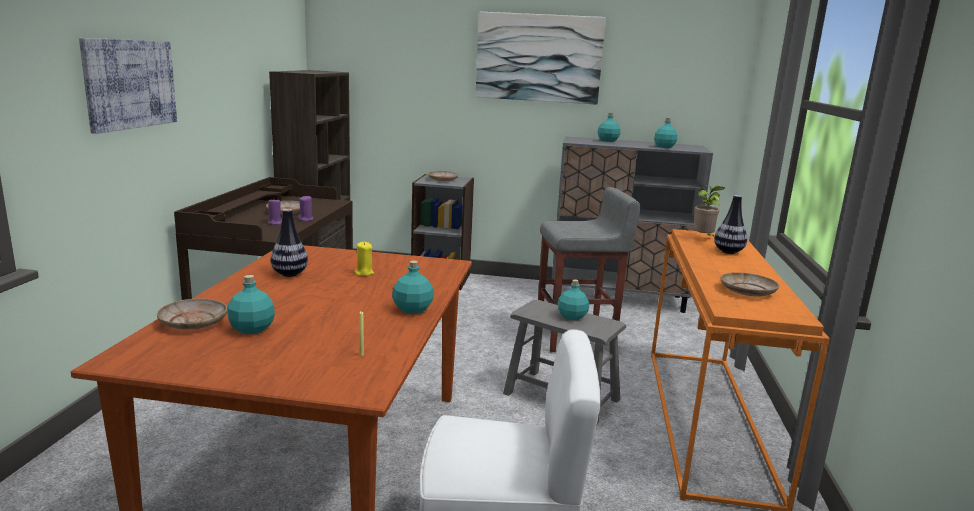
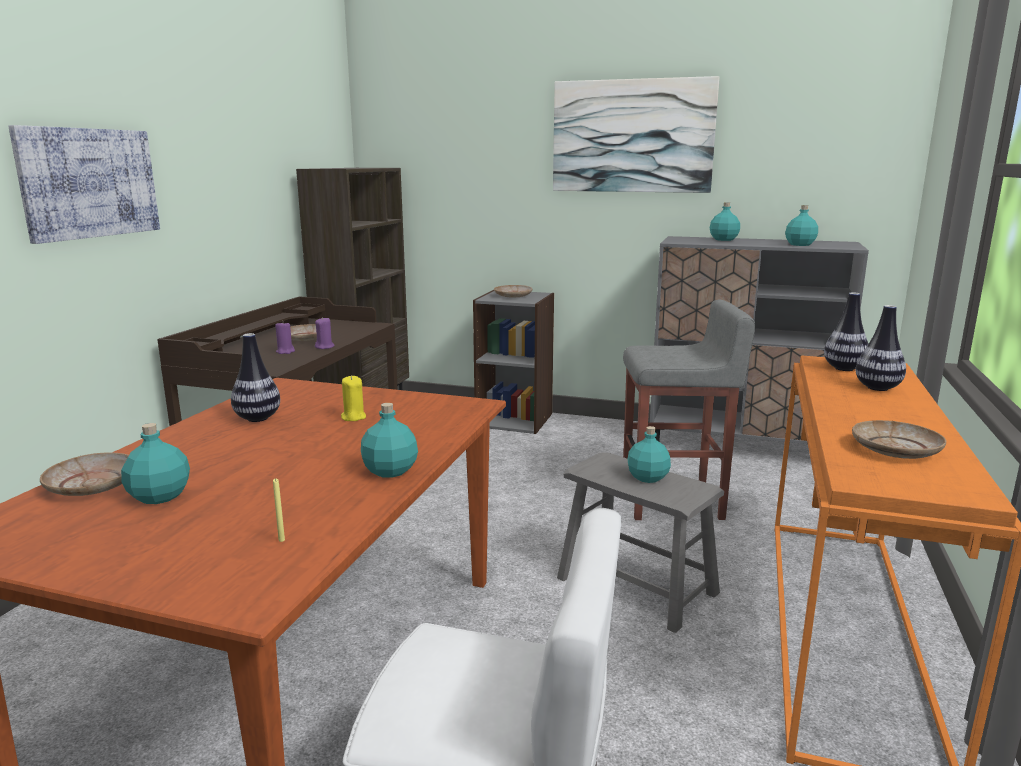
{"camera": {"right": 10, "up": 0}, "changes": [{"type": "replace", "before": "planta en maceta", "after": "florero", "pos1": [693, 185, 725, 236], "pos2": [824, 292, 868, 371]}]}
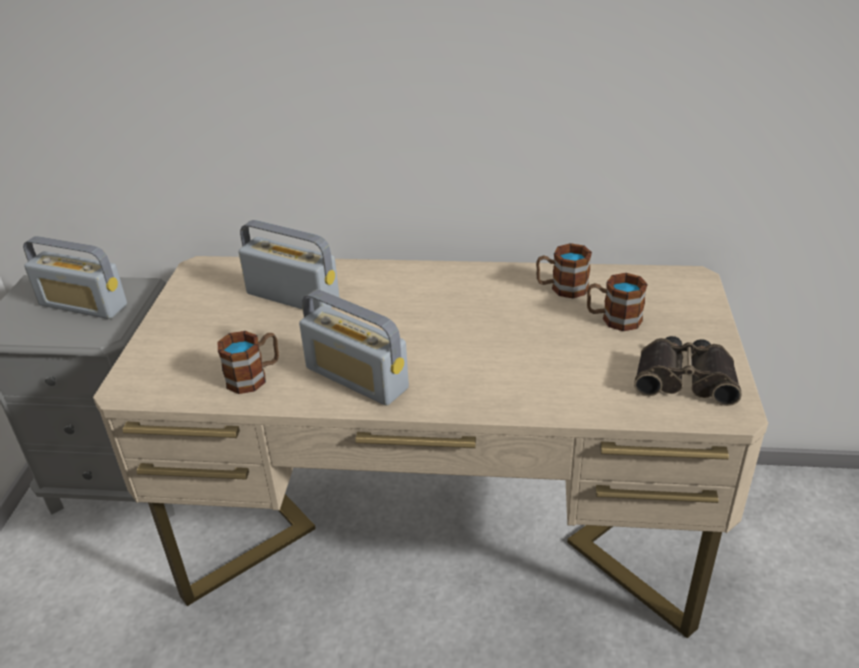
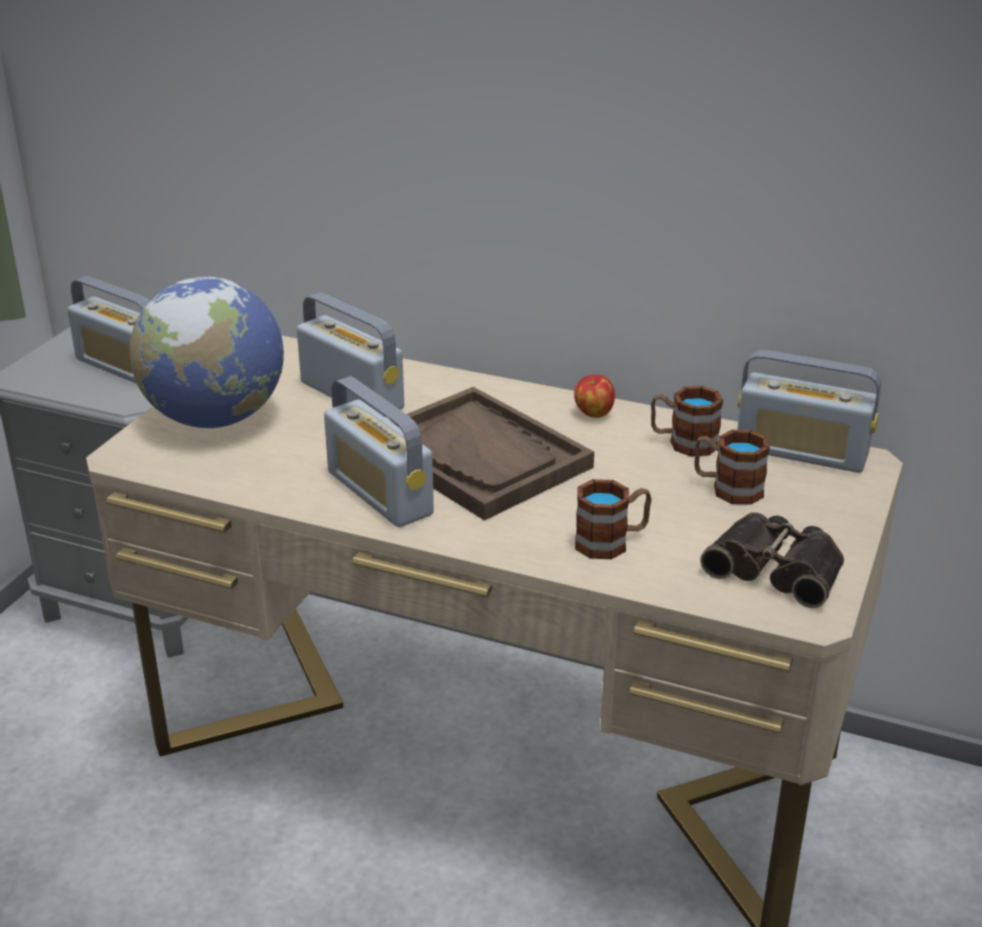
{"camera": {"right": 15, "up": -5}, "changes": [{"type": "move", "before": "taza grande", "pos1": [218, 331, 279, 394], "pos2": [575, 479, 652, 559]}, {"type": "insert", "after": "globo terráqueo", "pos2": [130, 277, 284, 428]}, {"type": "insert", "after": "radio", "pos2": [737, 350, 881, 473]}, {"type": "insert", "after": "manzana", "pos2": [574, 375, 615, 418]}, {"type": "insert", "after": "bandeja [marrón]", "pos2": [391, 387, 594, 520]}]}
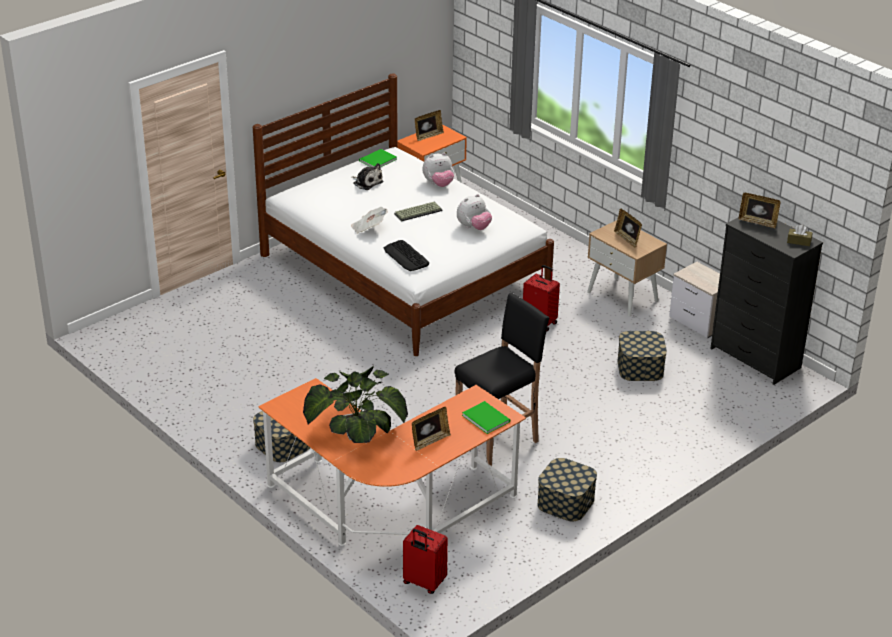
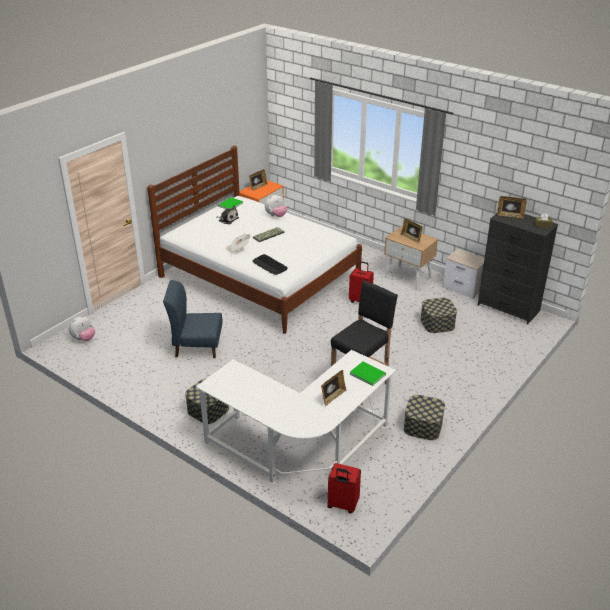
{"camera": {"right": -10, "up": 0}, "changes": [{"type": "move", "before": "peluche", "pos1": [457, 194, 492, 230], "pos2": [69, 315, 95, 341]}, {"type": "delete", "before": "planta en maceta", "pos1": [303, 366, 408, 443]}, {"type": "recolor", "before": "escritorio [naranja]", "after": "escritorio [blanco]", "pos1": [258, 378, 526, 546], "pos2": [196, 350, 396, 484]}, {"type": "insert", "after": "silla [azul]", "pos2": [163, 280, 223, 358]}]}
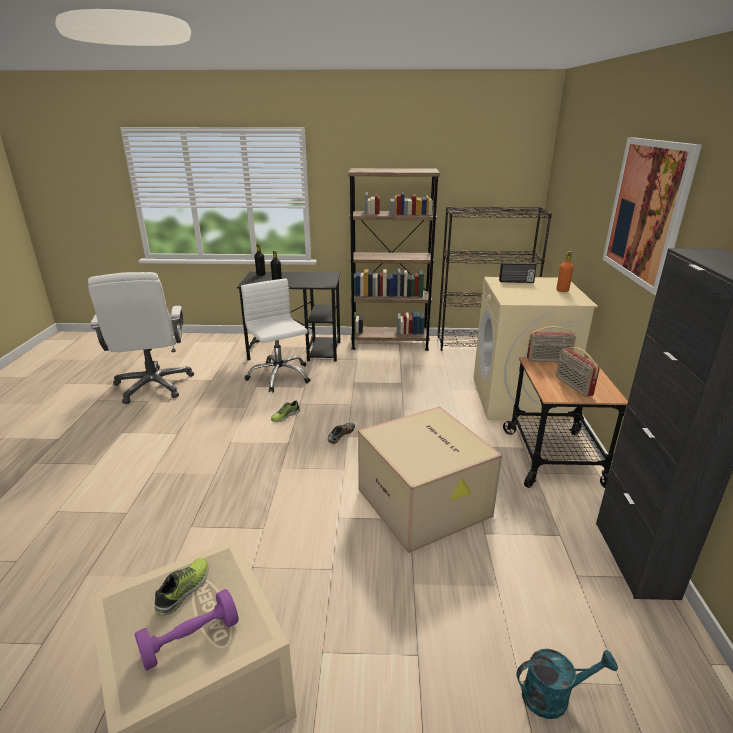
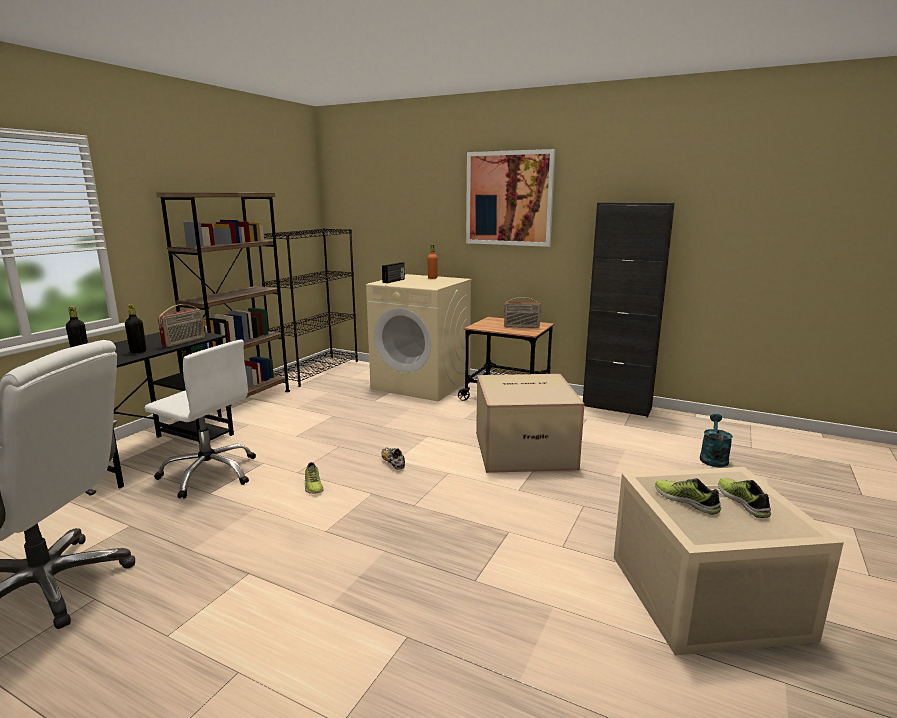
{"camera": {"right": -65, "up": -10}, "changes": [{"type": "rotate", "before": "silla de oficina [blanco]", "pos1": [241, 278, 311, 392], "pos2": [145, 340, 256, 499], "turn": -150}, {"type": "move", "before": "radio", "pos1": [527, 326, 576, 362], "pos2": [158, 304, 205, 347]}, {"type": "replace", "before": "mancuerna [morado]", "after": "zapato", "pos1": [134, 589, 239, 670], "pos2": [718, 478, 771, 518]}]}
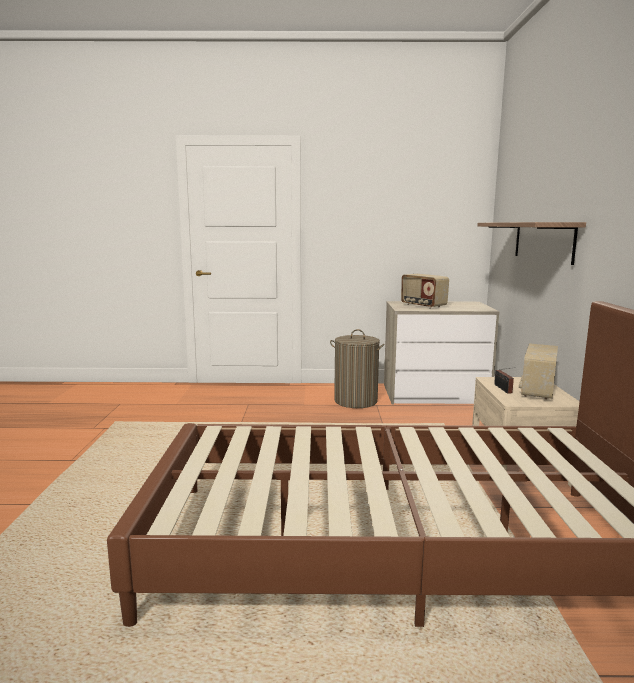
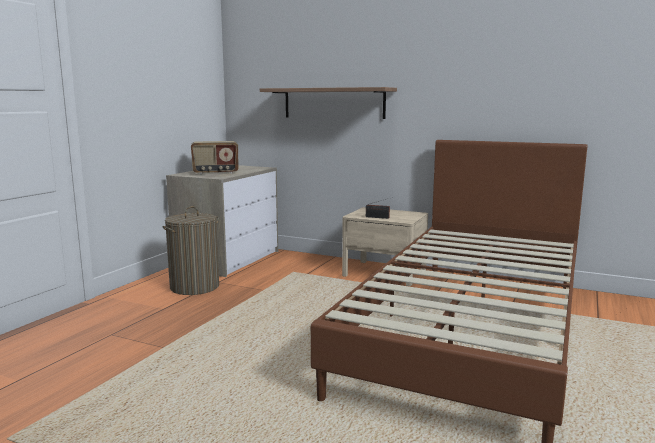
{"camera": {"right": -65, "up": 0}, "changes": [{"type": "delete", "before": "radio", "pos1": [519, 343, 558, 400]}]}
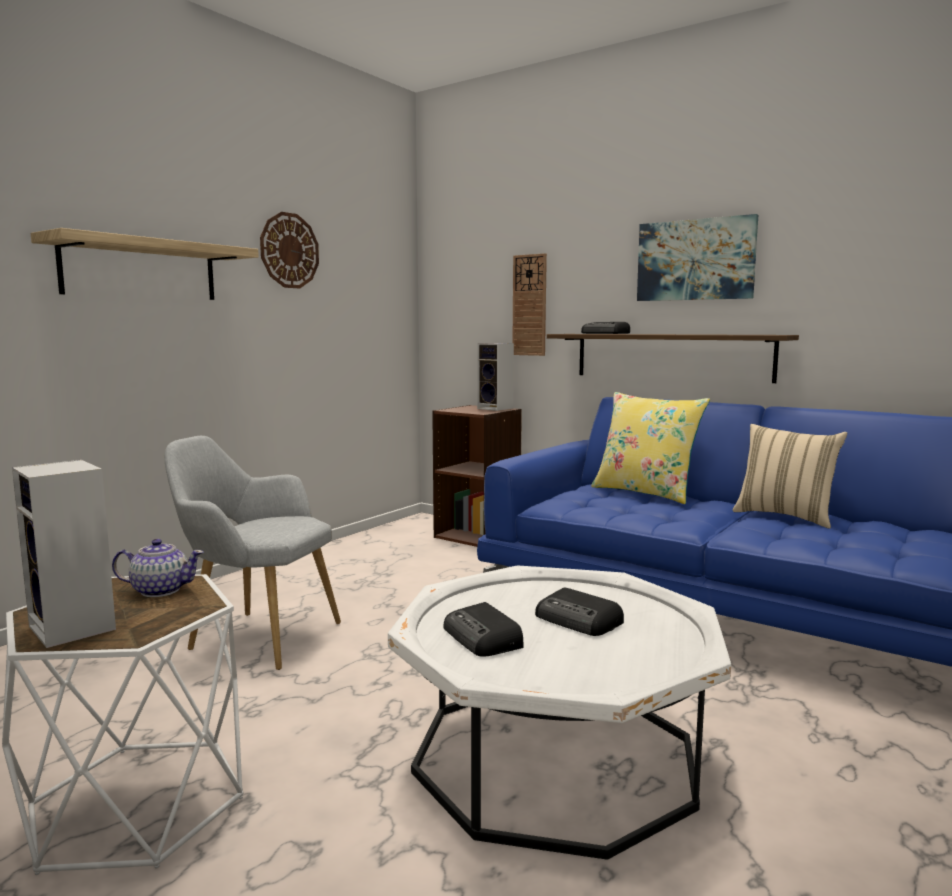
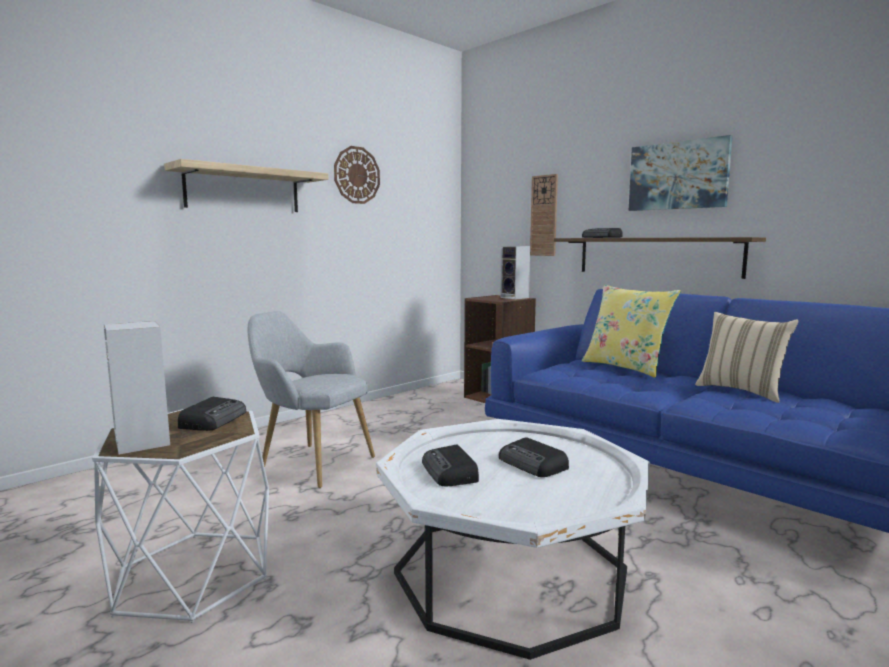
{"camera": {"right": 10, "up": 0}, "changes": [{"type": "replace", "before": "tetera", "after": "radio", "pos1": [112, 539, 204, 597], "pos2": [178, 397, 246, 431]}]}
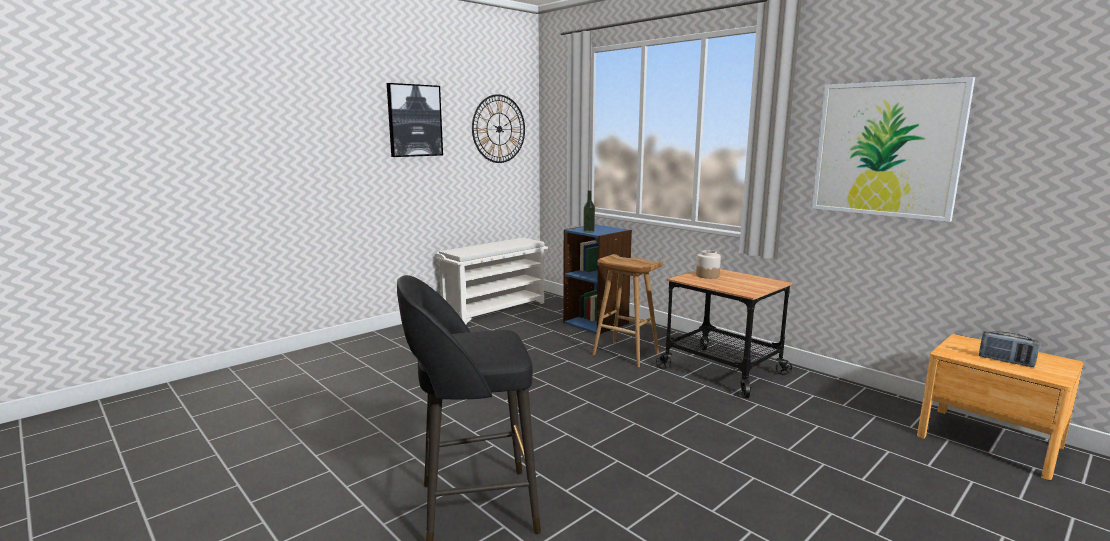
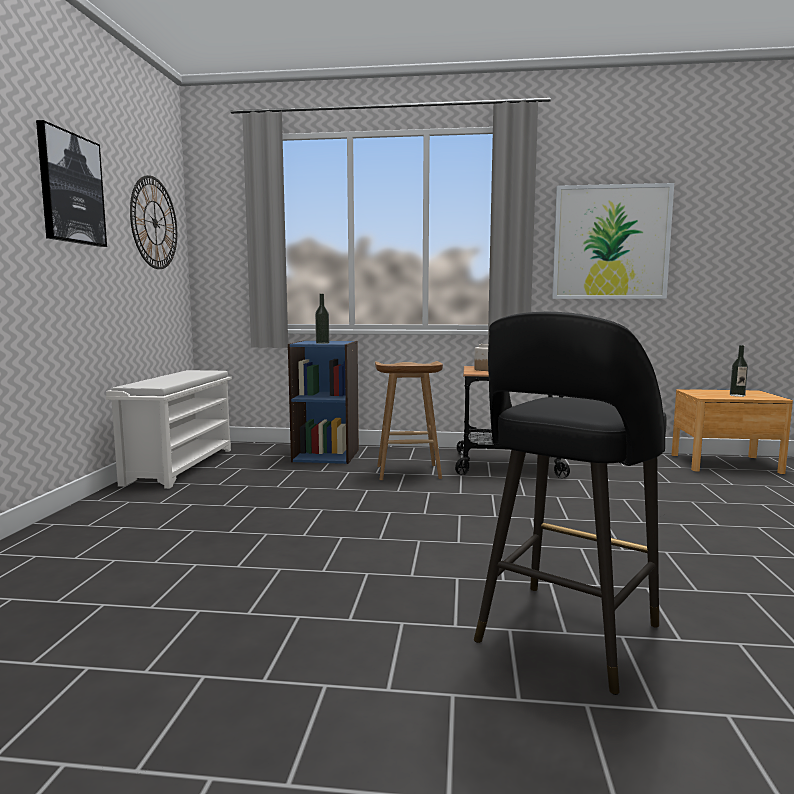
{"camera": {"right": -40, "up": -5}, "changes": [{"type": "replace", "before": "radio", "after": "botella", "pos1": [979, 331, 1040, 367], "pos2": [730, 345, 748, 397]}]}
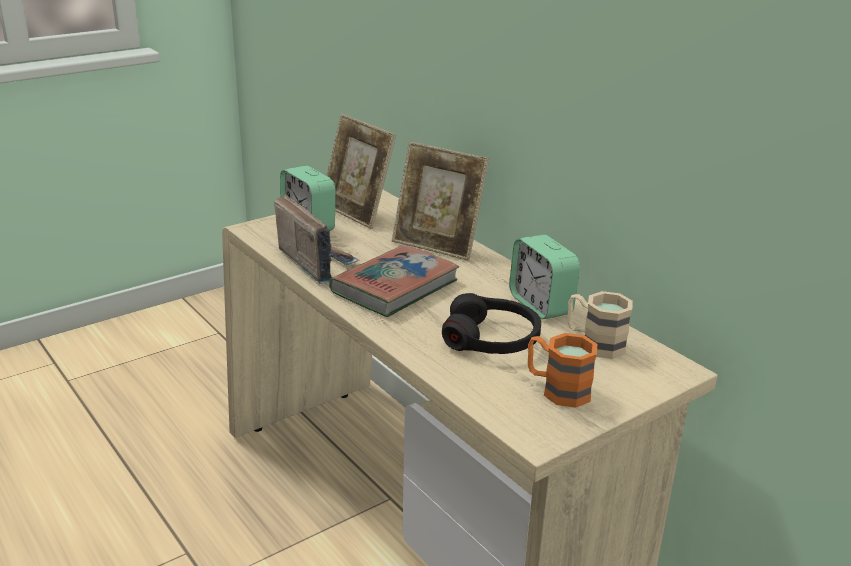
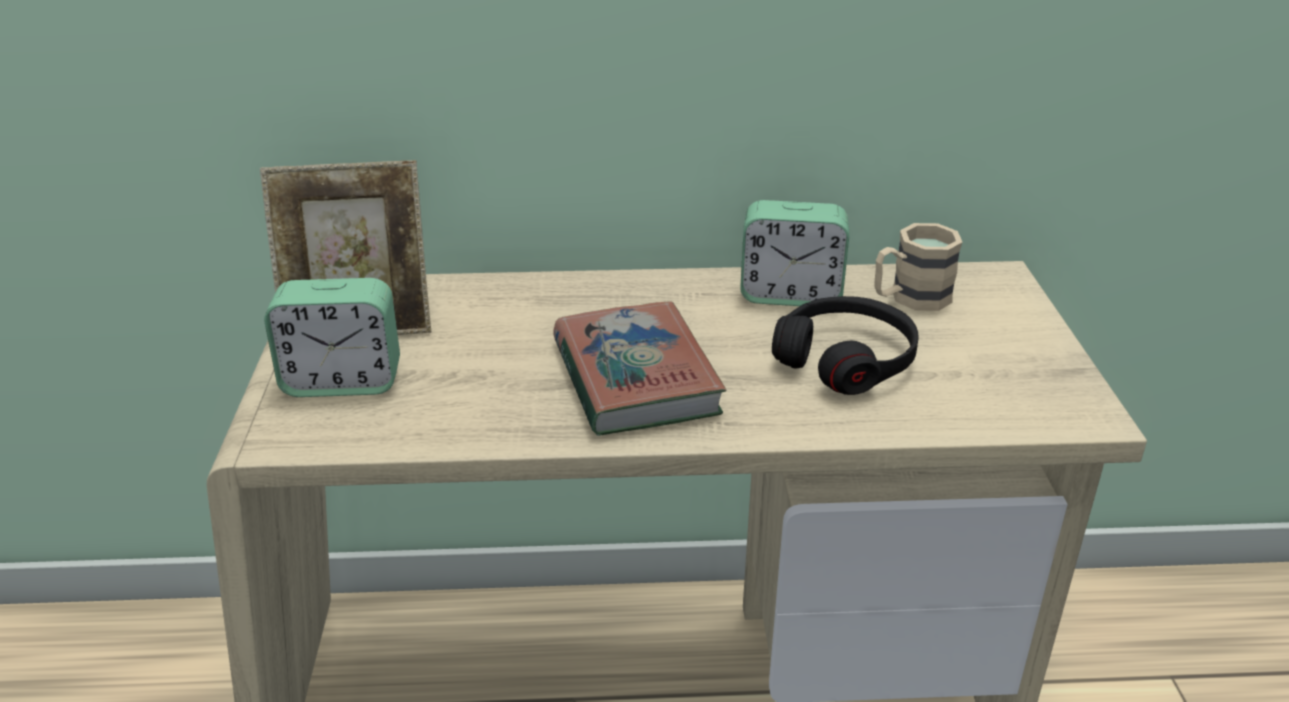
{"camera": {"right": -55, "up": 5}, "changes": [{"type": "delete", "before": "portarretratos", "pos1": [392, 141, 489, 261]}, {"type": "delete", "before": "radio", "pos1": [274, 195, 359, 284]}, {"type": "delete", "before": "taza grande [naranja]", "pos1": [528, 333, 597, 408]}]}
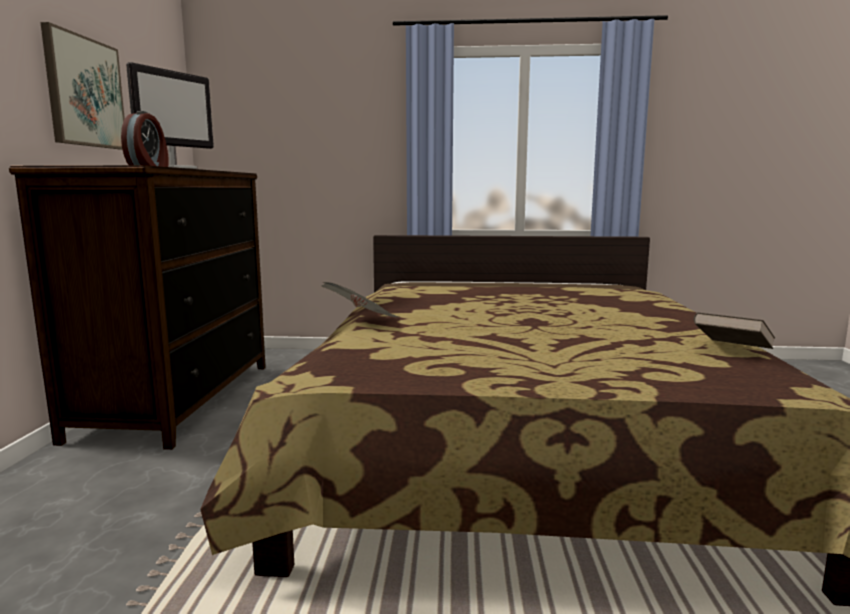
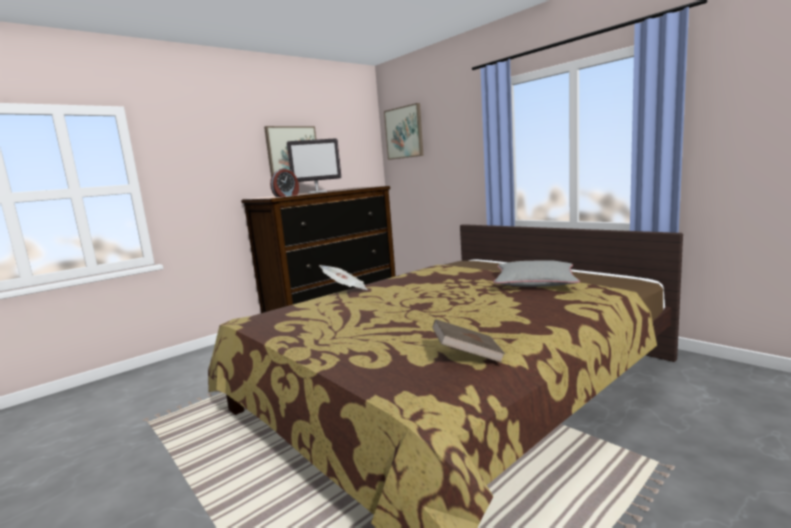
{"camera": {"right": 45, "up": 0}, "changes": [{"type": "insert", "after": "cuadro", "pos2": [384, 103, 424, 160]}, {"type": "insert", "after": "cojín [gris]", "pos2": [493, 260, 580, 287]}]}
